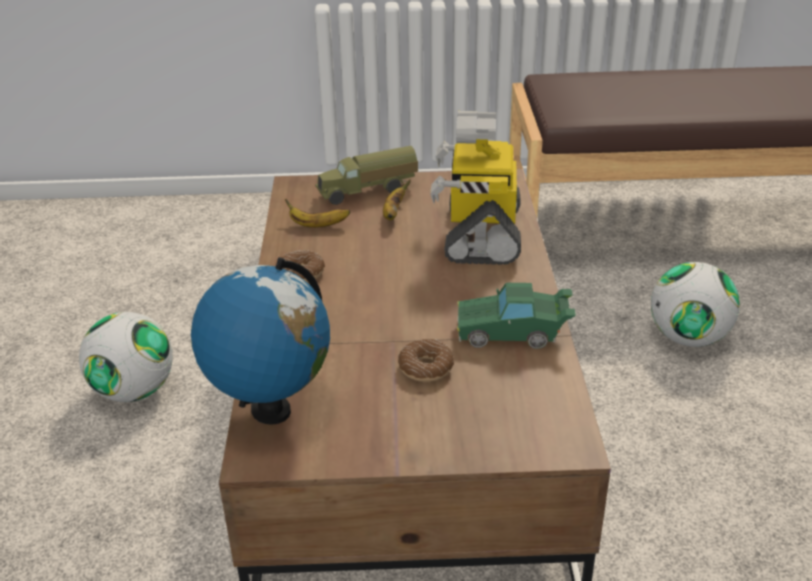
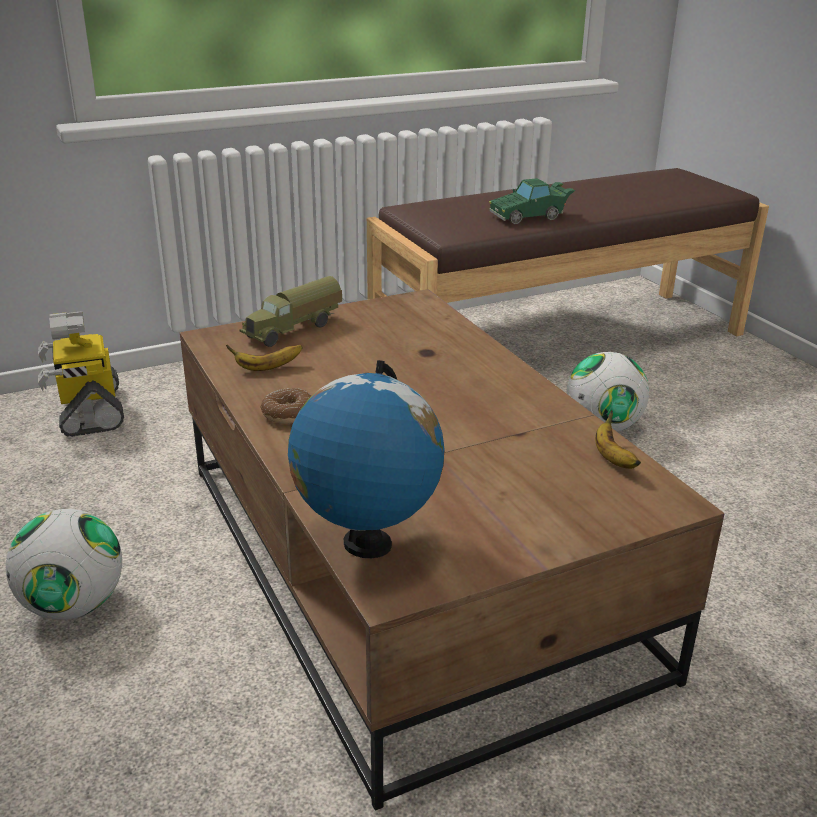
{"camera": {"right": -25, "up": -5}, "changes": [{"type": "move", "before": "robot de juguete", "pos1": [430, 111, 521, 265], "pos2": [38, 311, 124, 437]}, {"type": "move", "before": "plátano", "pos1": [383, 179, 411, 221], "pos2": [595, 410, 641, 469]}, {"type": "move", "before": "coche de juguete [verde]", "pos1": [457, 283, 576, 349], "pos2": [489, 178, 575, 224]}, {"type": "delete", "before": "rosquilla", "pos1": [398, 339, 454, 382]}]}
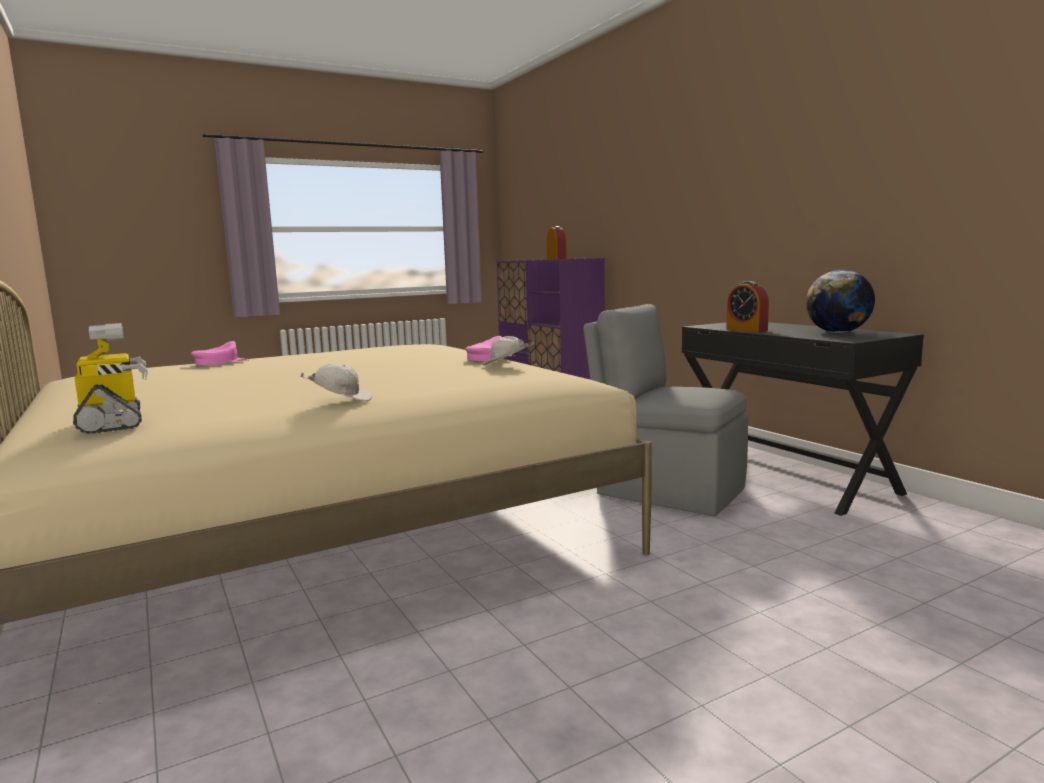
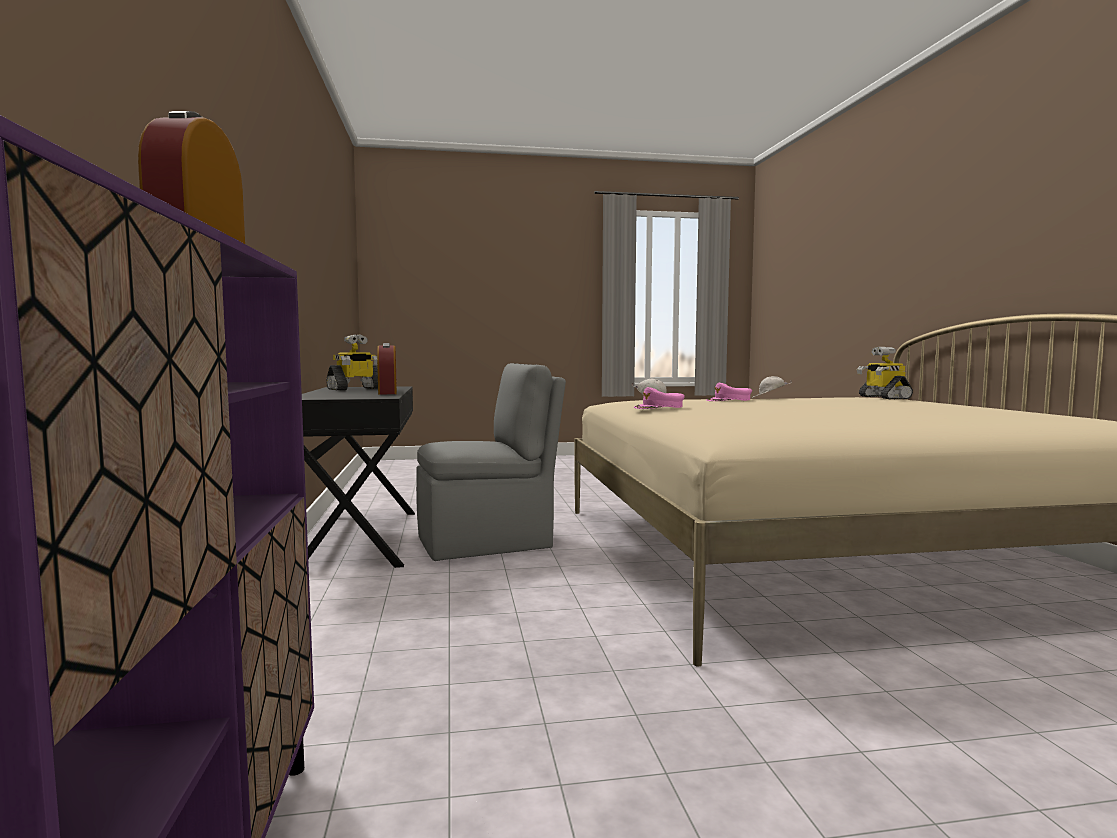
{"camera": {"right": -160, "up": -5}, "changes": [{"type": "replace", "before": "globo terráqueo", "after": "robot de juguete", "pos1": [806, 270, 875, 333], "pos2": [326, 335, 378, 390]}, {"type": "rotate", "before": "silla [gris]", "pos1": [583, 304, 748, 516], "pos2": [416, 363, 566, 561], "turn": -75}, {"type": "move", "before": "gorra [rosa]", "pos1": [191, 341, 249, 365], "pos2": [706, 383, 752, 401]}]}
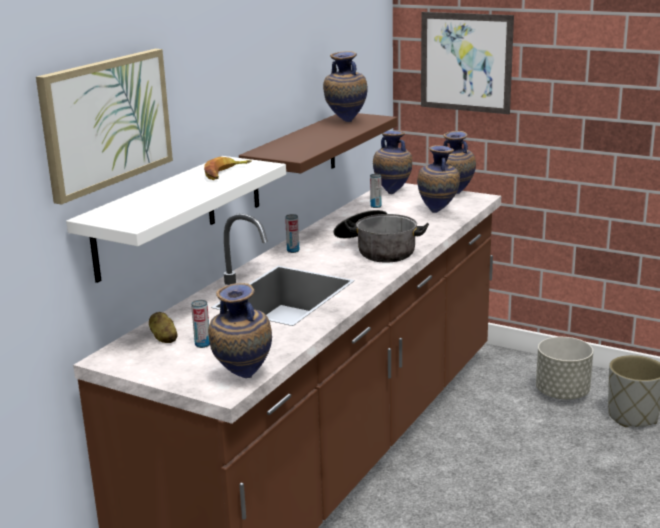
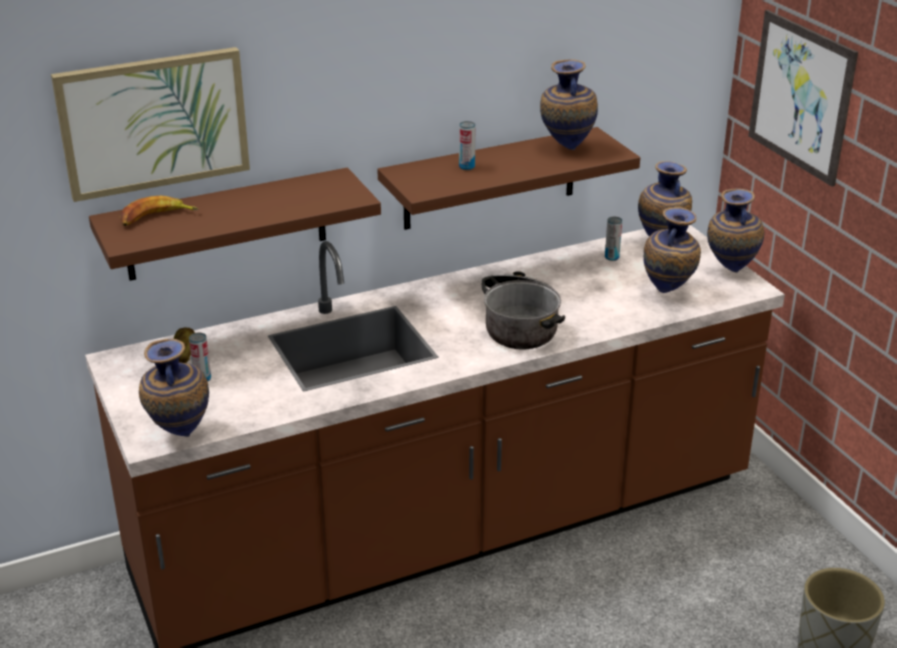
{"camera": {"right": 35, "up": 10}, "changes": [{"type": "recolor", "before": "estante [blanco]", "after": "estante [marrón]", "pos1": [66, 156, 286, 283], "pos2": [89, 168, 381, 281]}, {"type": "move", "before": "plátano", "pos1": [204, 157, 252, 180], "pos2": [120, 196, 199, 226]}, {"type": "move", "before": "lata", "pos1": [285, 214, 299, 253], "pos2": [459, 121, 475, 170]}, {"type": "delete", "before": "maceta [gris]", "pos1": [536, 337, 593, 399]}]}
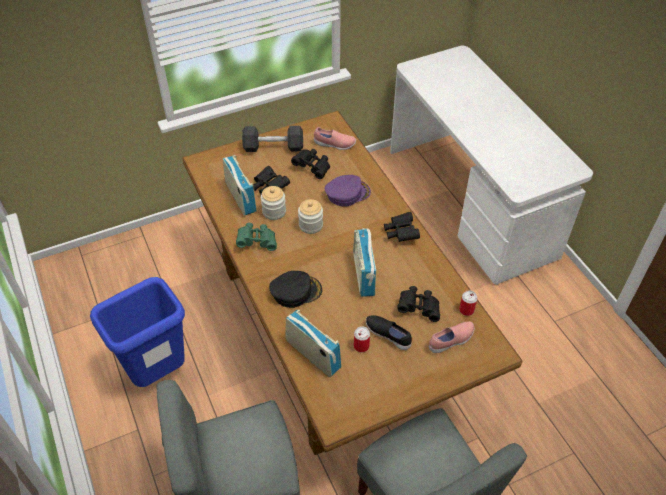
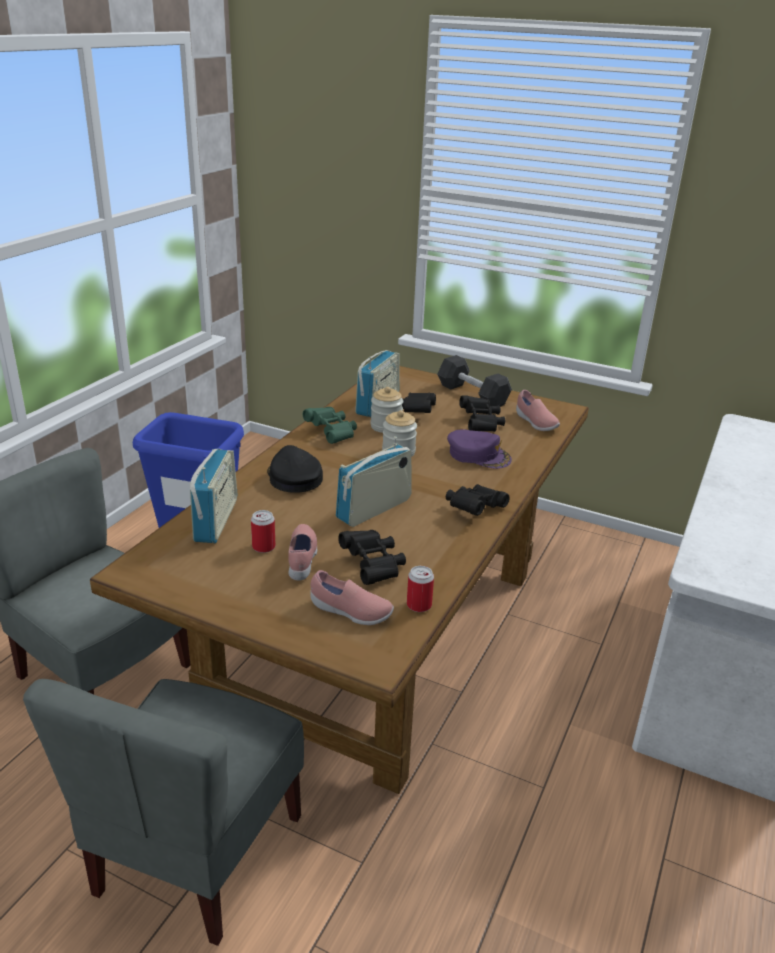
{"camera": {"right": 50, "up": -20}, "changes": [{"type": "rotate", "before": "gorra [negro]", "pos1": [269, 271, 322, 308], "pos2": [267, 445, 323, 493], "turn": -150}, {"type": "recolor", "before": "zapato [negro]", "after": "zapato [rosa]", "pos1": [366, 315, 412, 350], "pos2": [288, 524, 317, 581]}]}
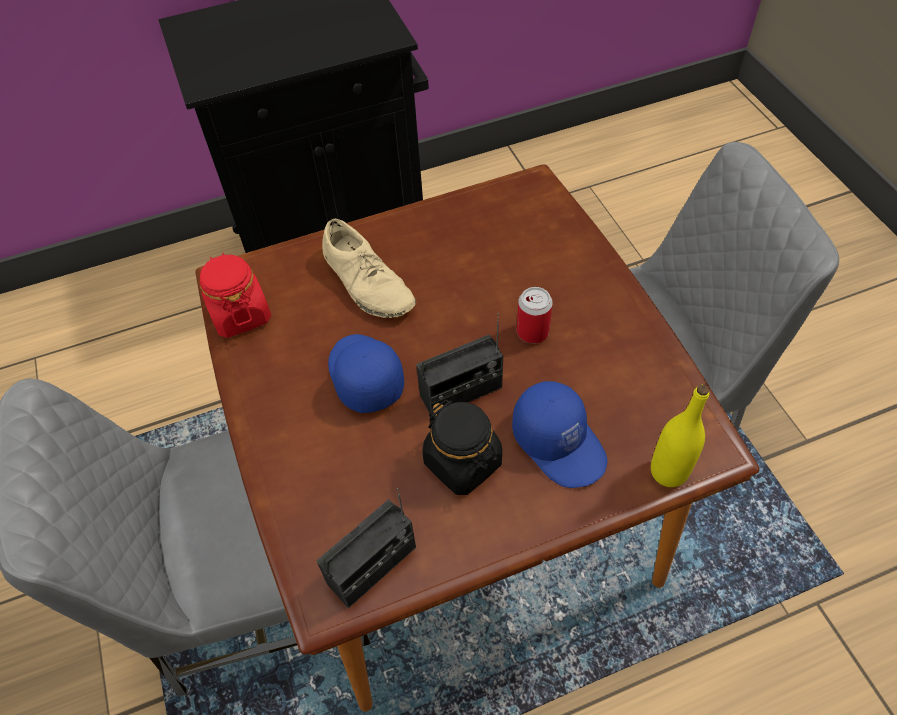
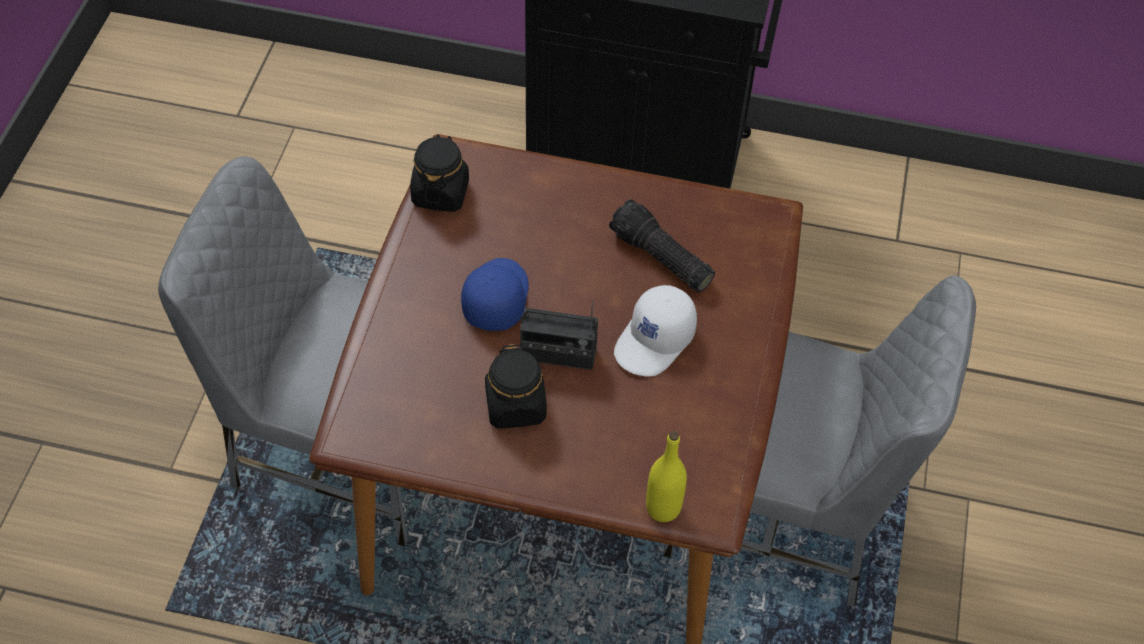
{"camera": {"right": 30, "up": 0}, "changes": [{"type": "delete", "before": "zapato [beis]", "pos1": [322, 219, 416, 318]}, {"type": "recolor", "before": "tarro [rojo]", "after": "tarro [negro]", "pos1": [200, 253, 271, 338], "pos2": [410, 134, 469, 212]}, {"type": "replace", "before": "lata", "after": "gorra [blanco]", "pos1": [517, 287, 553, 343], "pos2": [614, 285, 697, 377]}, {"type": "delete", "before": "gorra [azul]", "pos1": [512, 381, 607, 488]}, {"type": "delete", "before": "radio", "pos1": [317, 488, 416, 608]}, {"type": "insert", "after": "linterna", "pos2": [609, 199, 715, 292]}]}
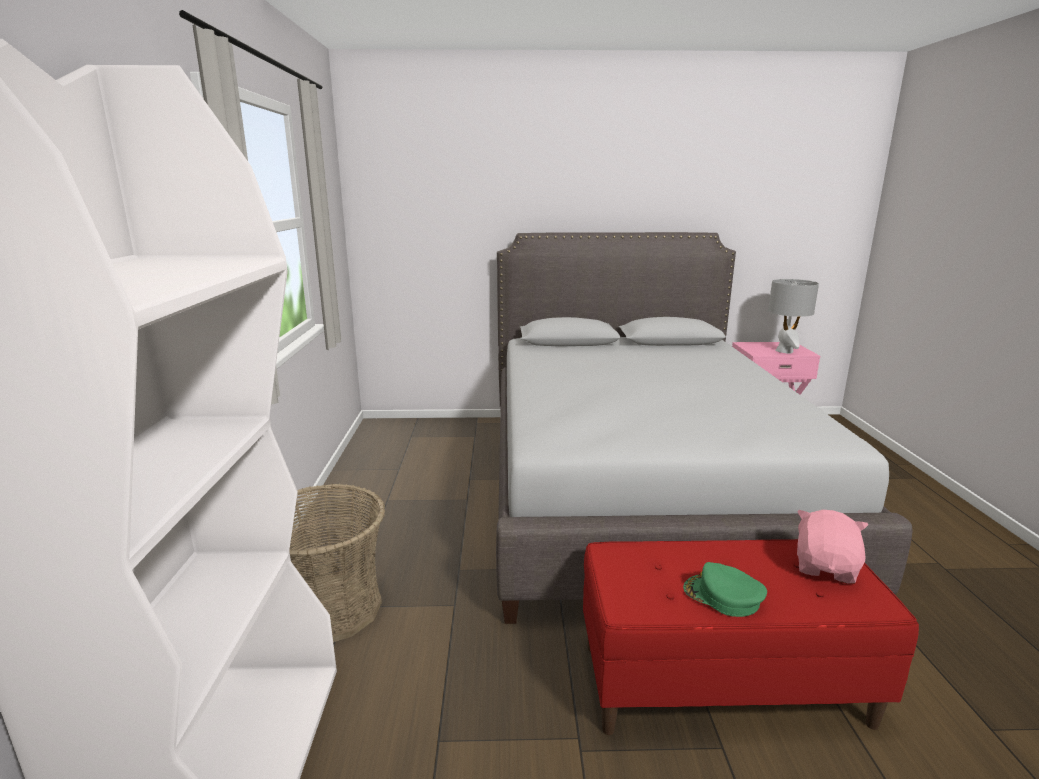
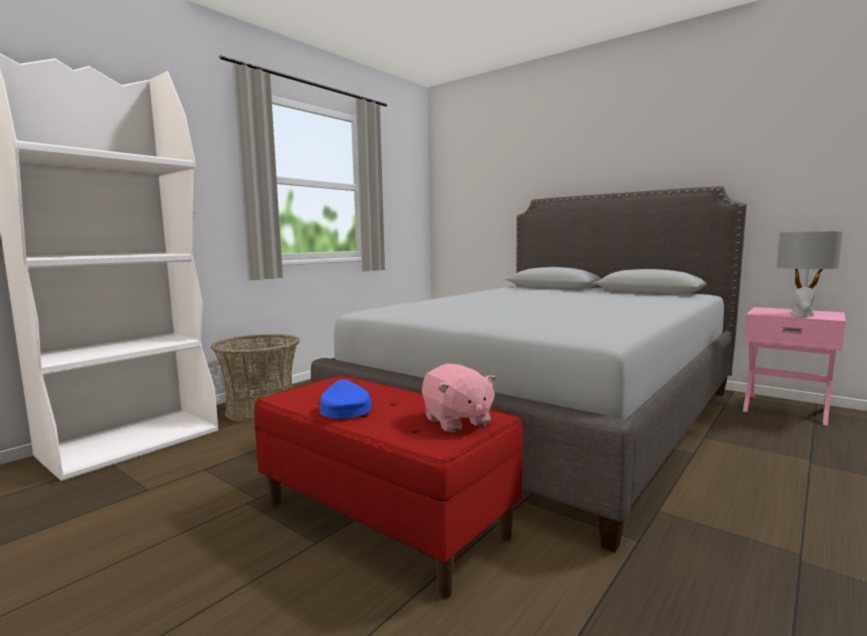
{"camera": {"right": 40, "up": -10}, "changes": [{"type": "rotate", "before": "peluche [rosa]", "pos1": [797, 510, 868, 584], "pos2": [422, 364, 497, 433], "turn": 90}, {"type": "recolor", "before": "gorra [verde]", "after": "gorra [azul]", "pos1": [683, 562, 767, 617], "pos2": [320, 379, 371, 419]}]}
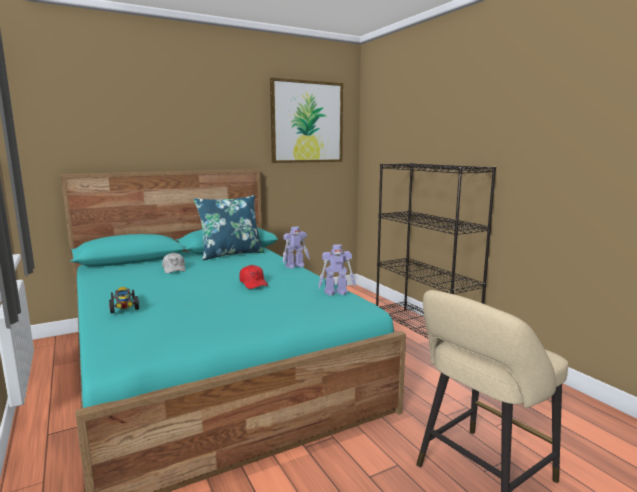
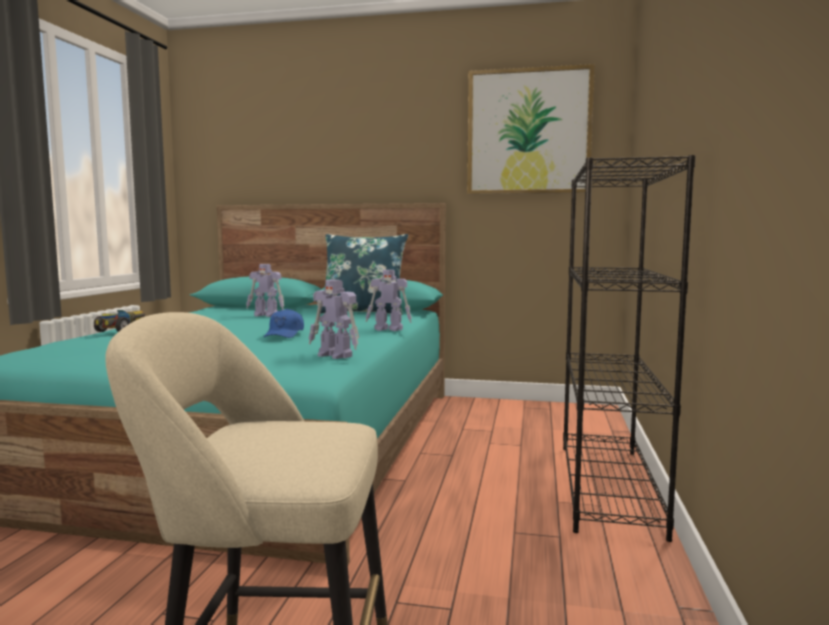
{"camera": {"right": 40, "up": -5}, "changes": [{"type": "replace", "before": "gorra [blanco]", "after": "robot de juguete", "pos1": [162, 253, 186, 273], "pos2": [246, 264, 284, 317]}, {"type": "recolor", "before": "gorra [rojo]", "after": "gorra [azul]", "pos1": [239, 265, 268, 289], "pos2": [264, 308, 304, 338]}]}
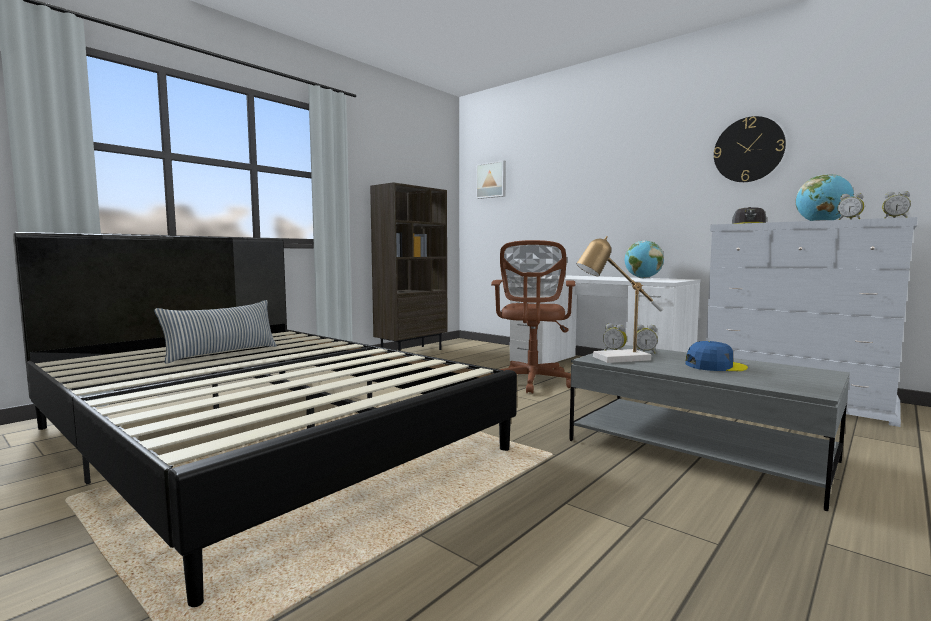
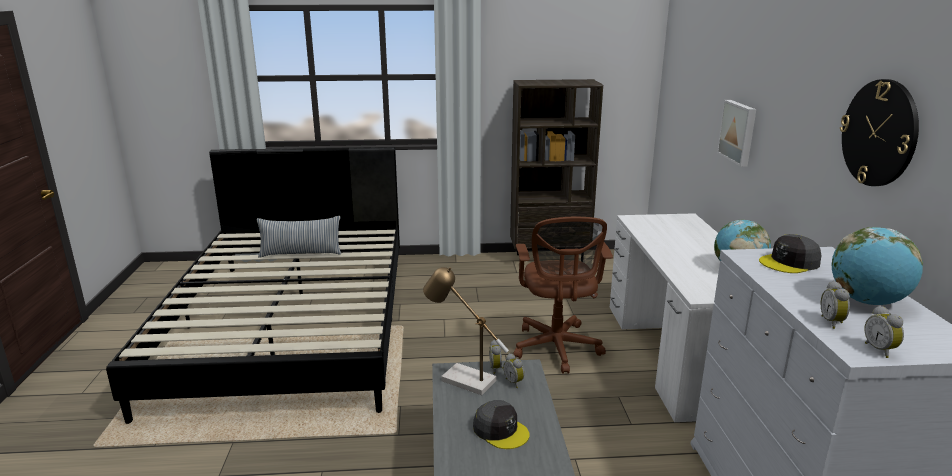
{"camera": {"right": 45, "up": 15}, "changes": [{"type": "move", "before": "cuadro", "pos1": [476, 160, 506, 199], "pos2": [717, 100, 756, 167]}, {"type": "rotate", "before": "silla de oficina [marrón]", "pos1": [491, 240, 575, 394], "pos2": [513, 217, 613, 374], "turn": -60}, {"type": "recolor", "before": "gorra [azul]", "after": "gorra [gris]", "pos1": [685, 341, 748, 371], "pos2": [473, 400, 530, 449]}]}
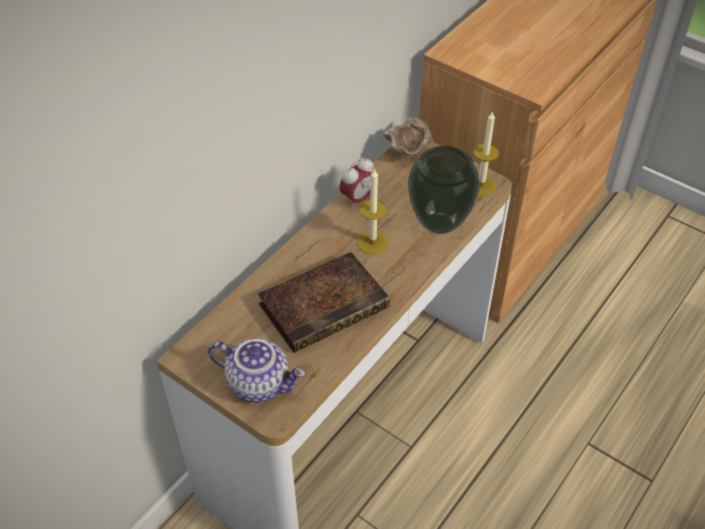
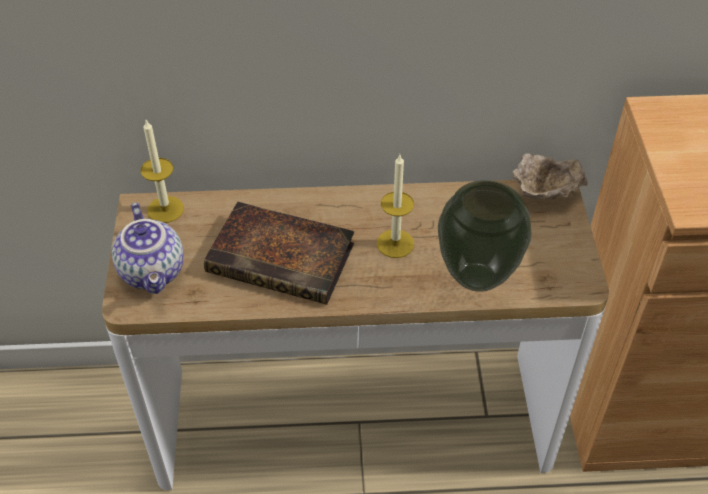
{"camera": {"right": 50, "up": 0}, "changes": [{"type": "move", "before": "vela", "pos1": [473, 111, 499, 196], "pos2": [141, 120, 184, 223]}, {"type": "delete", "before": "despertador", "pos1": [340, 158, 374, 209]}]}
